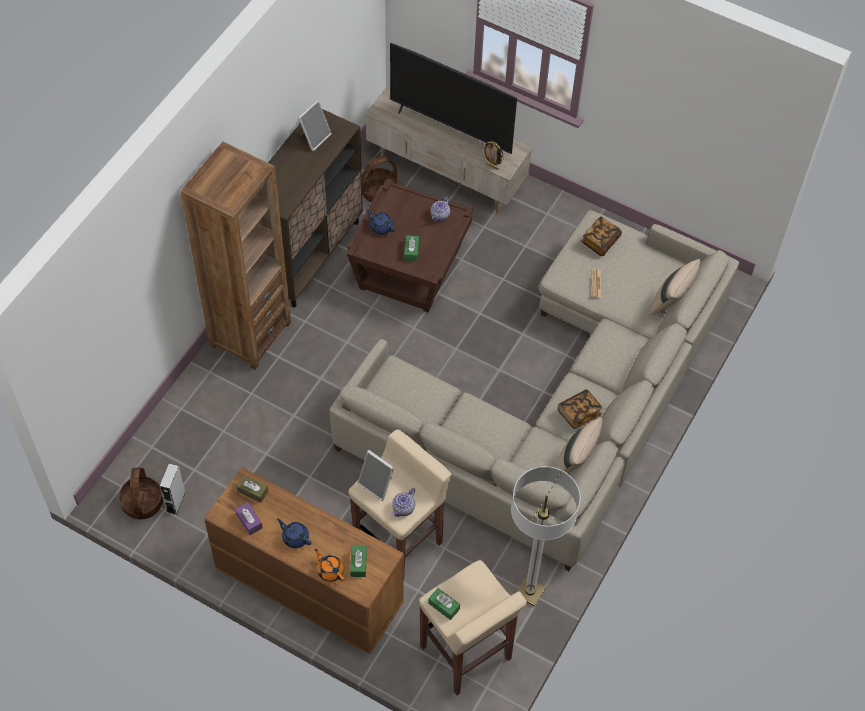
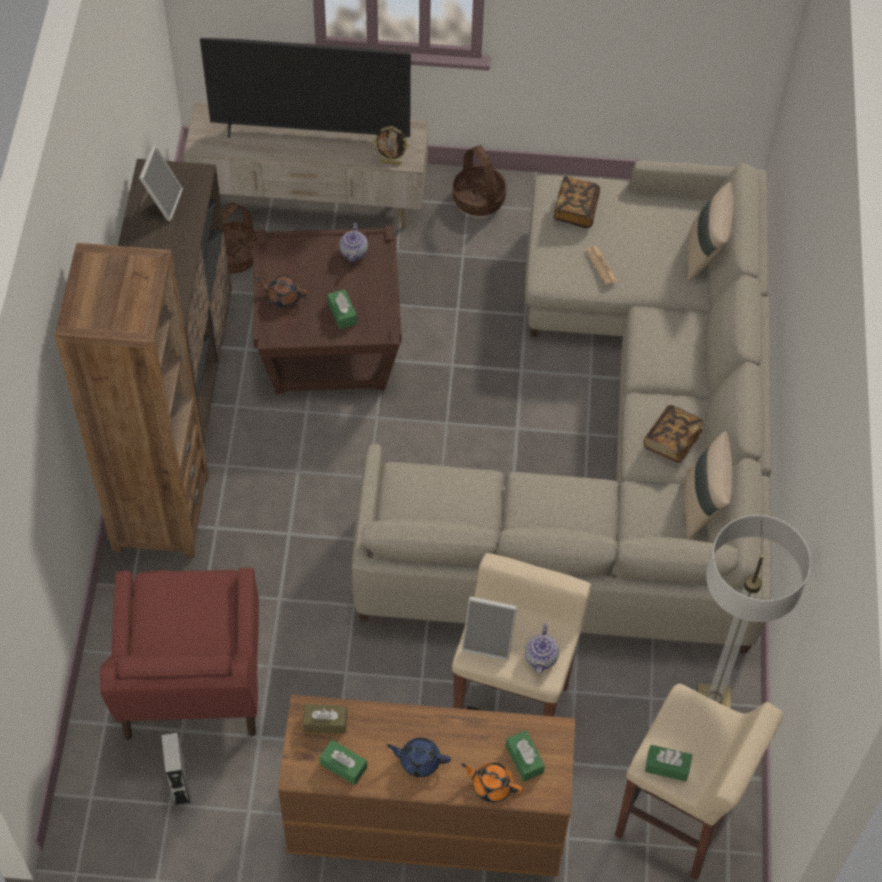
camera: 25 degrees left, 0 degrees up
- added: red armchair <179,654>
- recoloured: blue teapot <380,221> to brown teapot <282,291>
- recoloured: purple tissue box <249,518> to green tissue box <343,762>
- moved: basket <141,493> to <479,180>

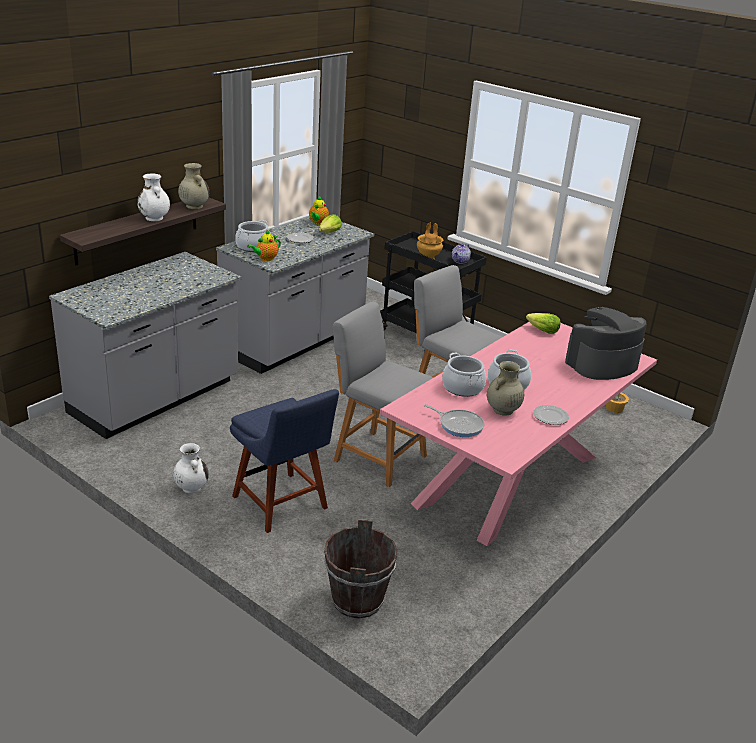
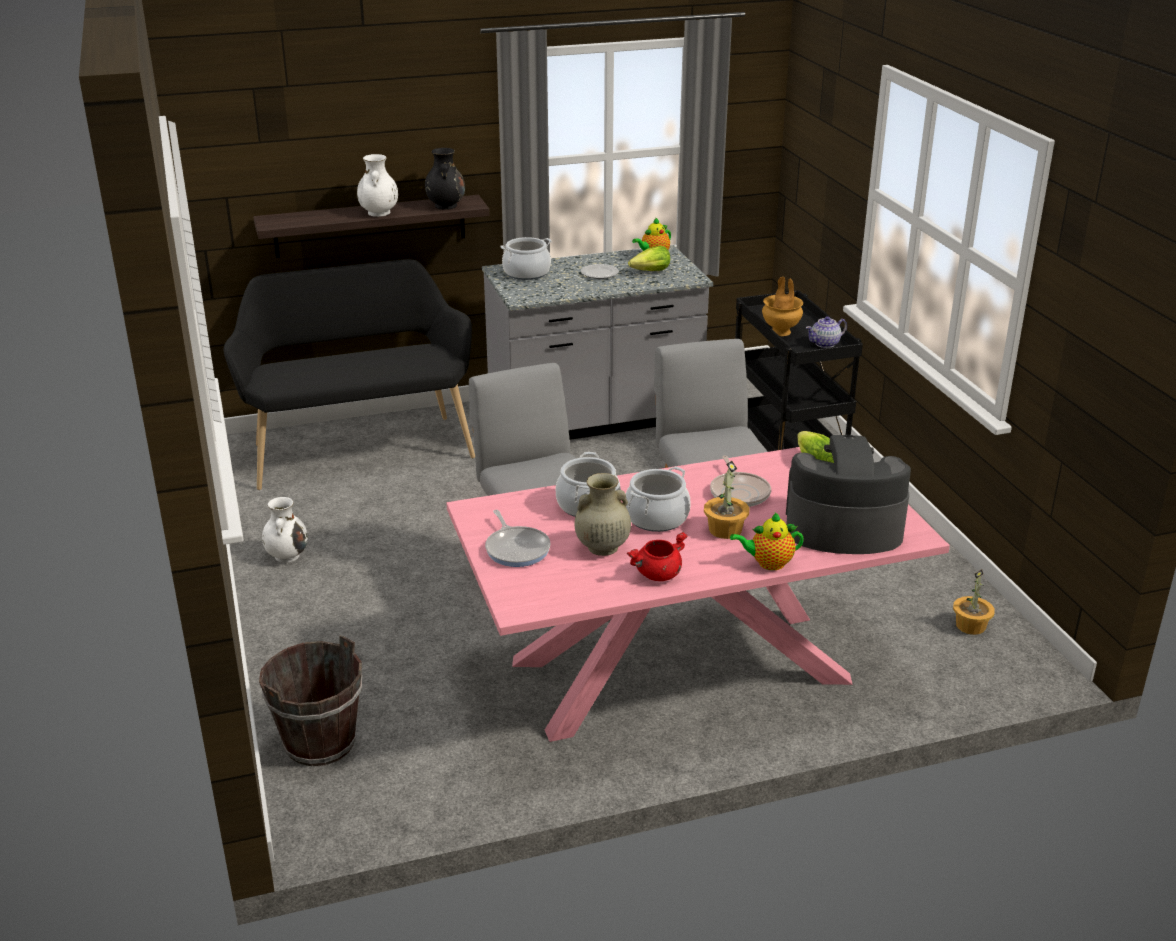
camera: 35 degrees right, 0 degrees up
- replaced: grey counter <145,345> to black bench <349,374>
- recoloured: beige vase <193,186> to black vase <445,179>
- replaced: plate <551,415> to red cooking pot <657,556>
- added: potted plant <727,500>
- added: frying pan <740,481>
- moved: teapot <264,245> to <767,541>
- removed: blue chair <284,461>

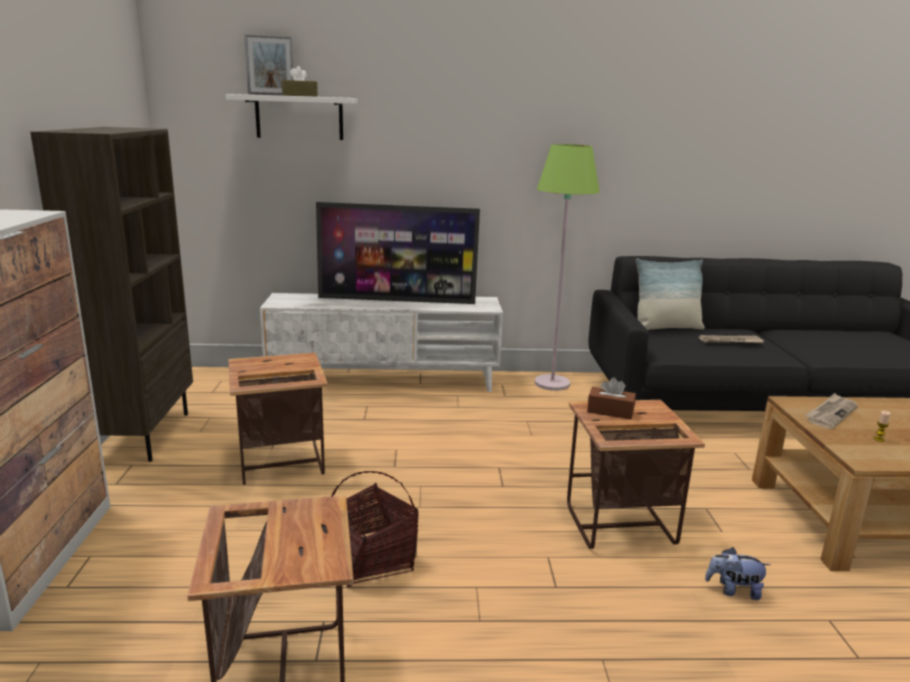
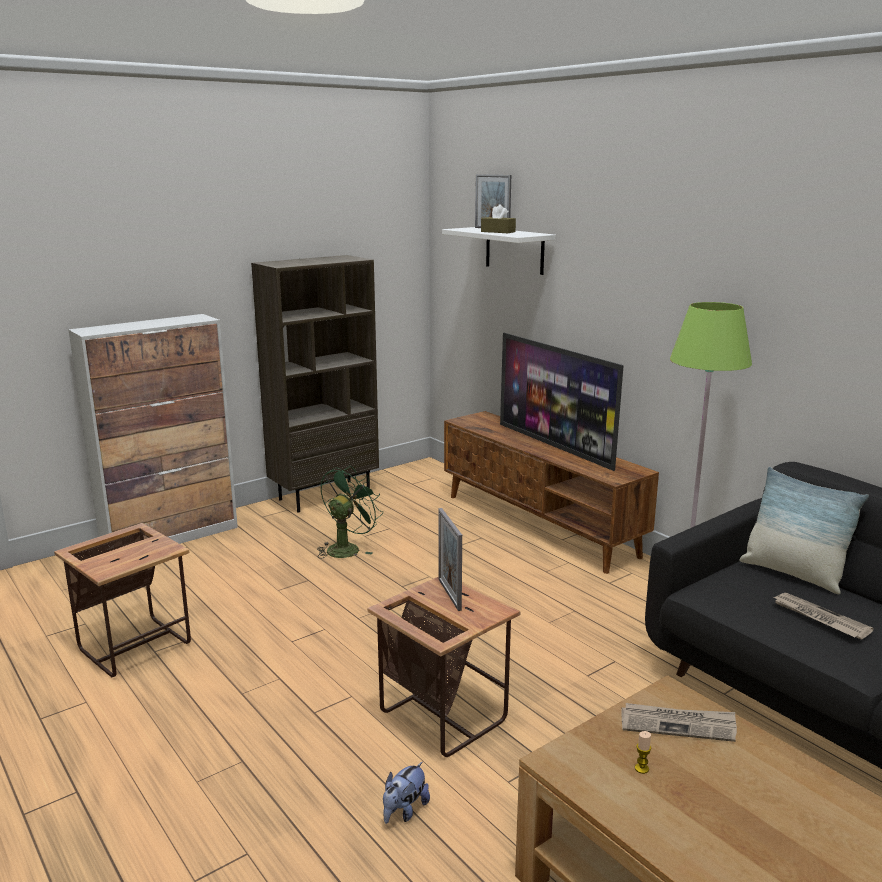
camera: 55 degrees right, 0 degrees up
- replaced: side table <278,418> to green fan <350,512>
- turned: plush toy <737,573> = <406,793> 120 degrees counterclockwise
- replaced: brown tissue box <611,398> to picture frame <450,559>
- recoloured: white tv stand <381,342> to brown tv stand <551,492>
- removed: basket <375,529>

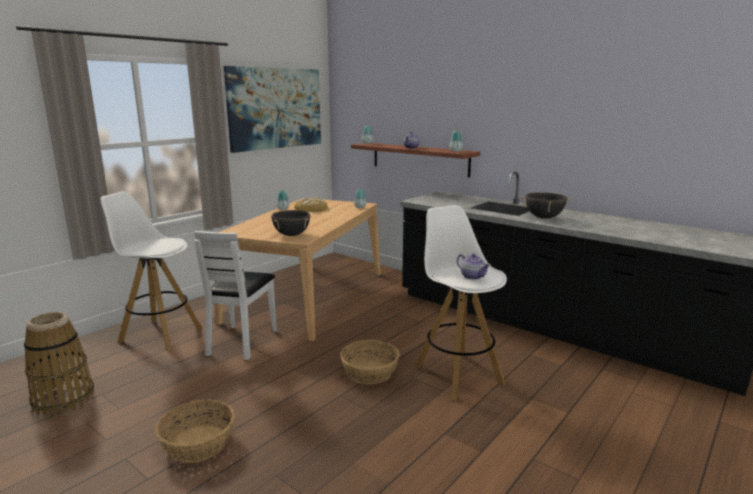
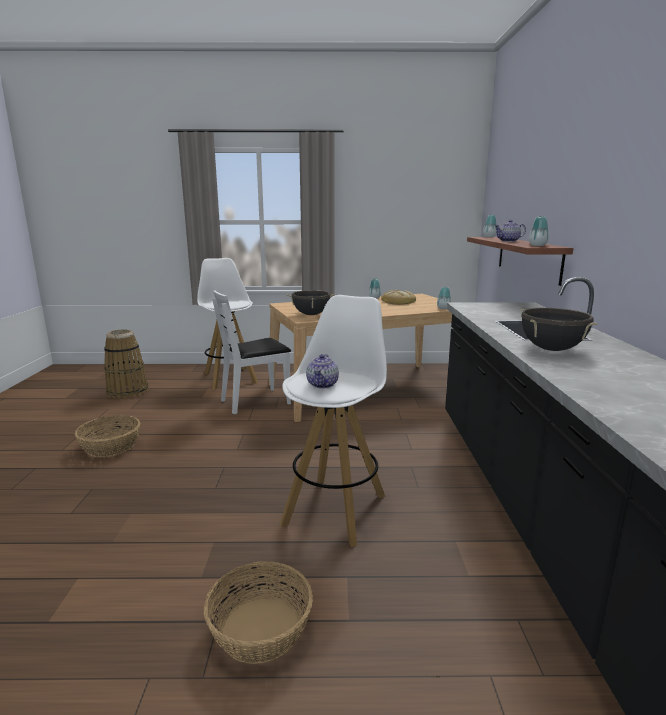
camera: 50 degrees right, 0 degrees up
- moved: basket <370,362> to <258,612>
- removed: picture <272,109>

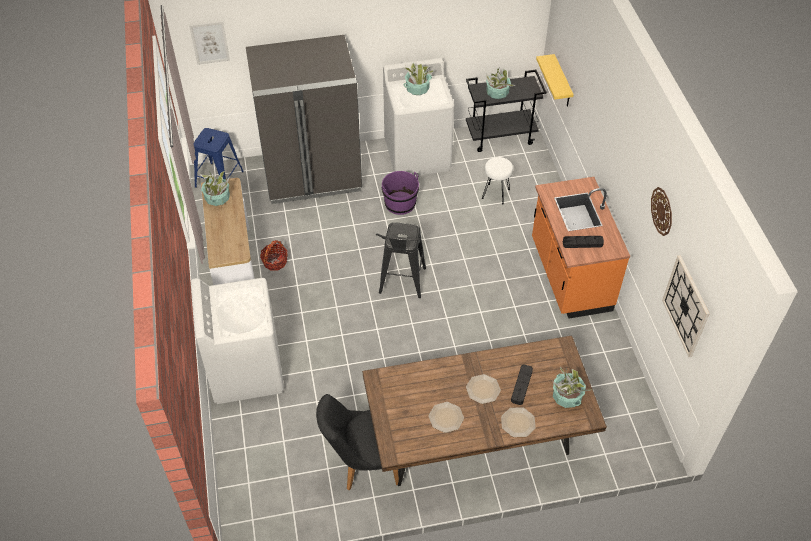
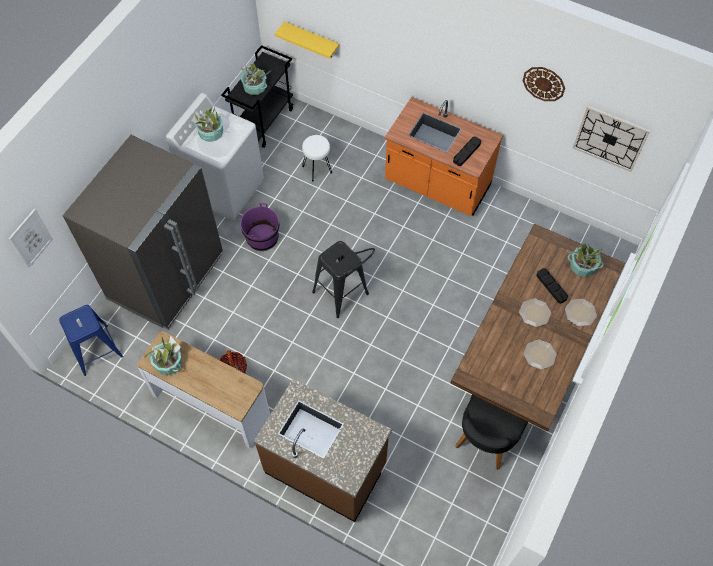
camera: 50 degrees left, 10 degrees up
- replaced: white washing machine <237,341> to brown counter <323,450>

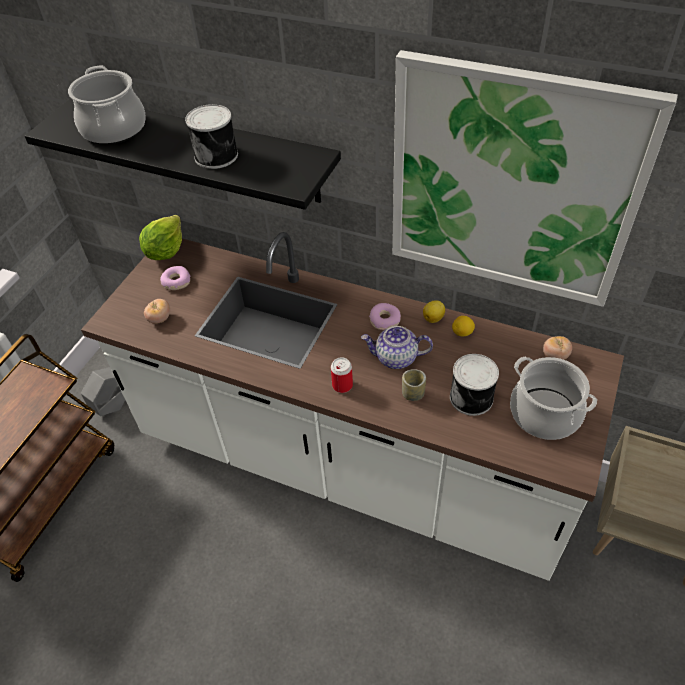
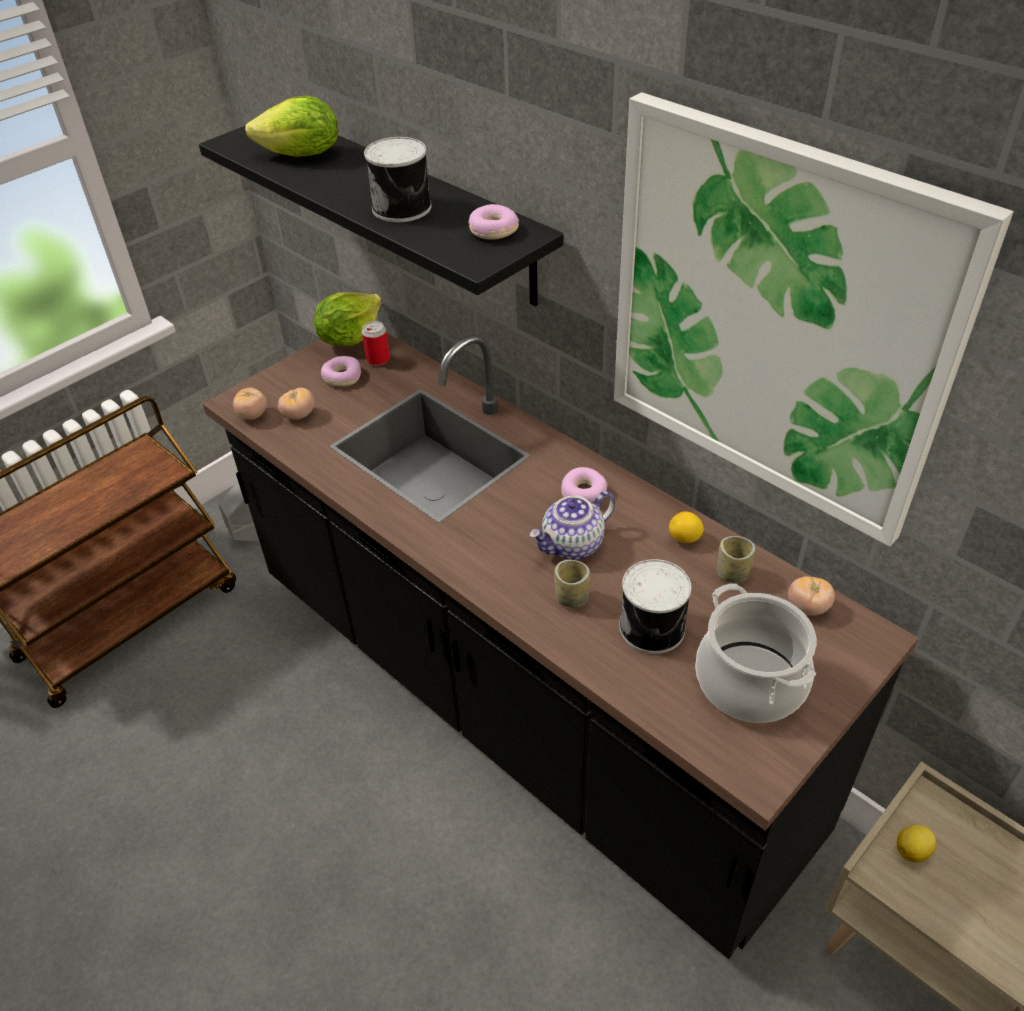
camera: 20 degrees right, 5 degrees down
- recoloured: white counter <352,406> to black counter <561,645>
- added: tomato <250,404>
- replaced: cooking pot <107,105> to lettuce <291,126>
- moved: can <342,375> to <376,343>
- added: donut <494,222>
- turned: teapot <397,347> = <572,525> 60 degrees counterclockwise
- added: cup <736,559>
- moved: lemon <434,311> to <916,844>

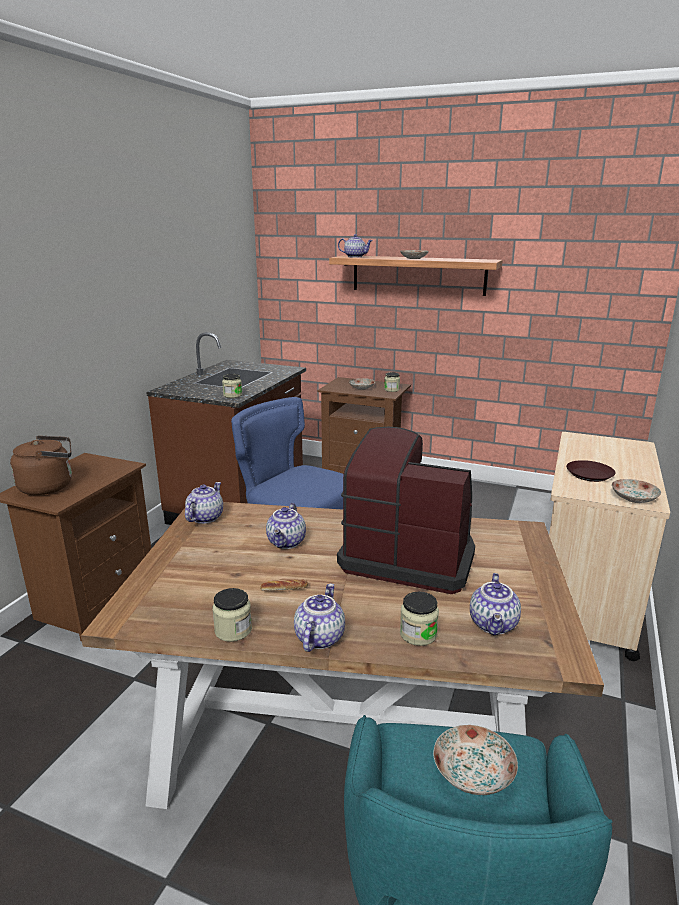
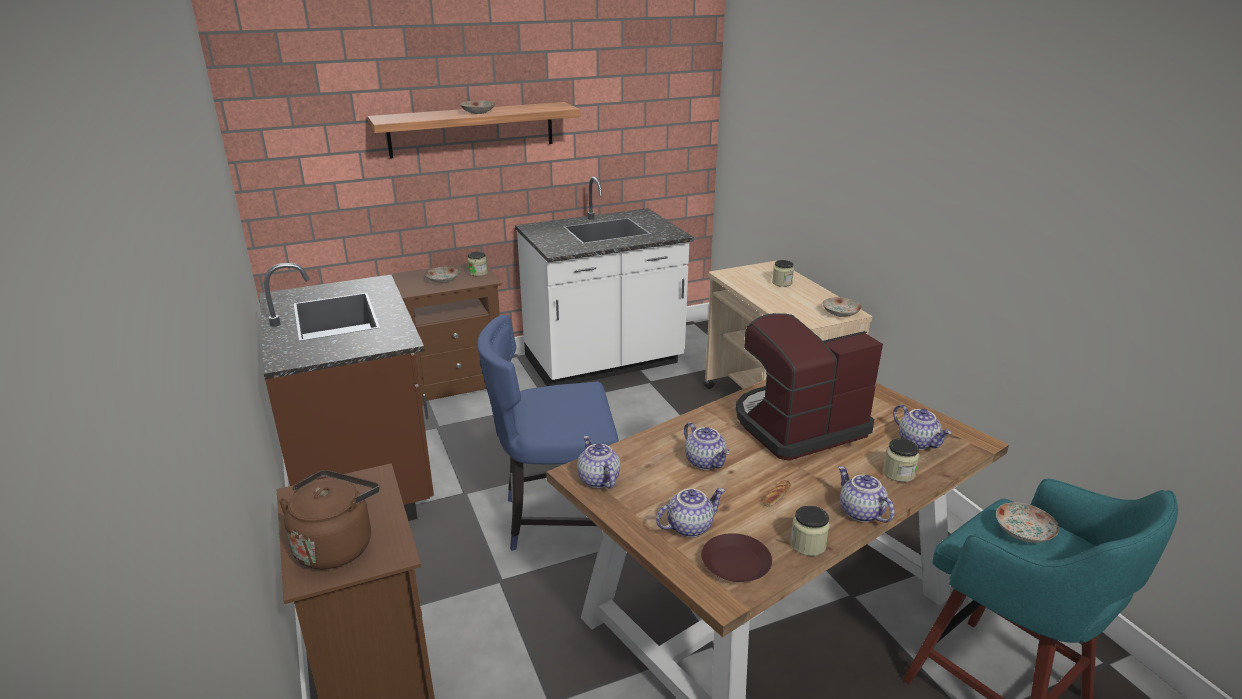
camera: 45 degrees left, 5 degrees up
- added: white counter <604,281>
- moved: teapot <355,245> to <690,512>
- moved: brown plate <591,471> to <736,557>
- moved: jar <232,386> to <783,273>

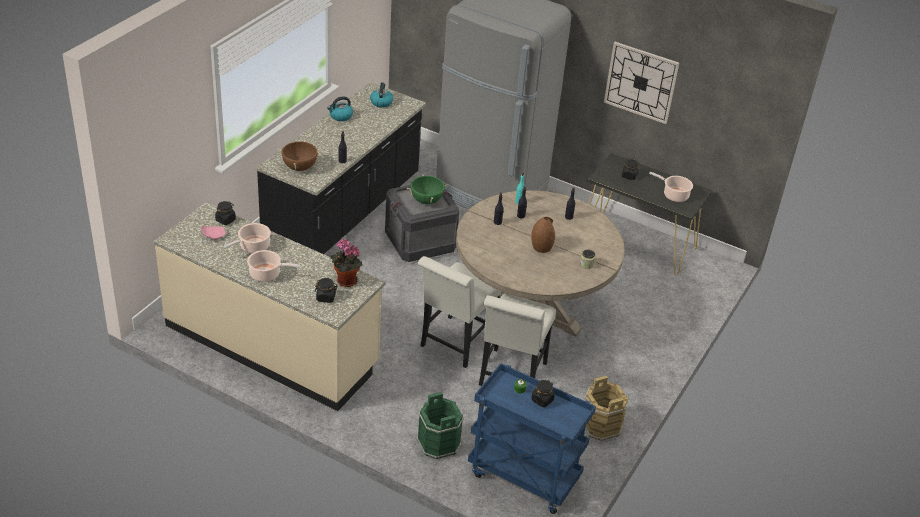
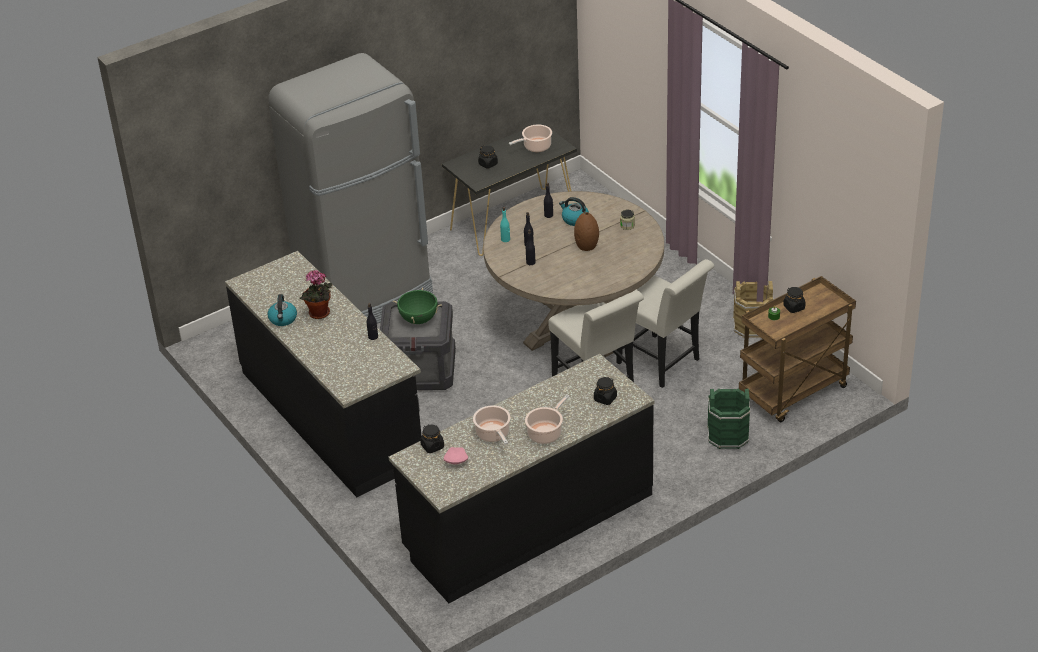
camera: 60 degrees left, 0 degrees up
- moved: potted plant <346,263> to <315,294>
- recoloured: beige counter <269,307> to black counter <521,478>
- moved: kettle <381,95> to <574,211>
- recoloured: blue cart <532,438> to brown cart <797,349>
- removed: brown cooking pot <299,155>
- removed: wall clock <641,83>

